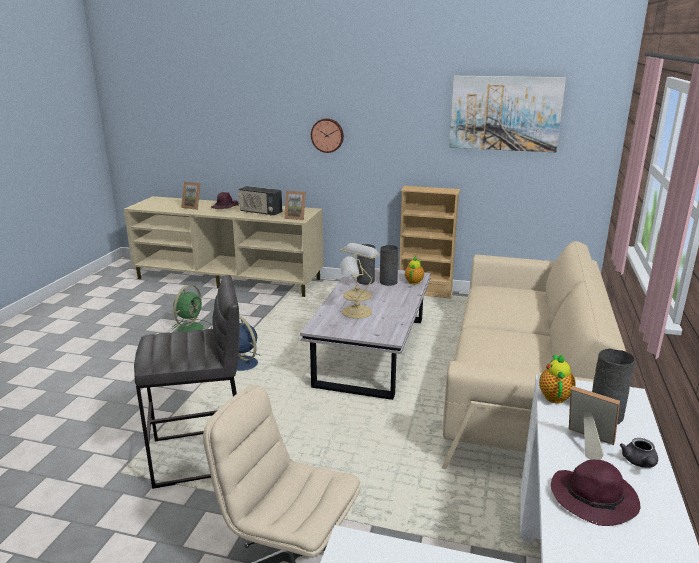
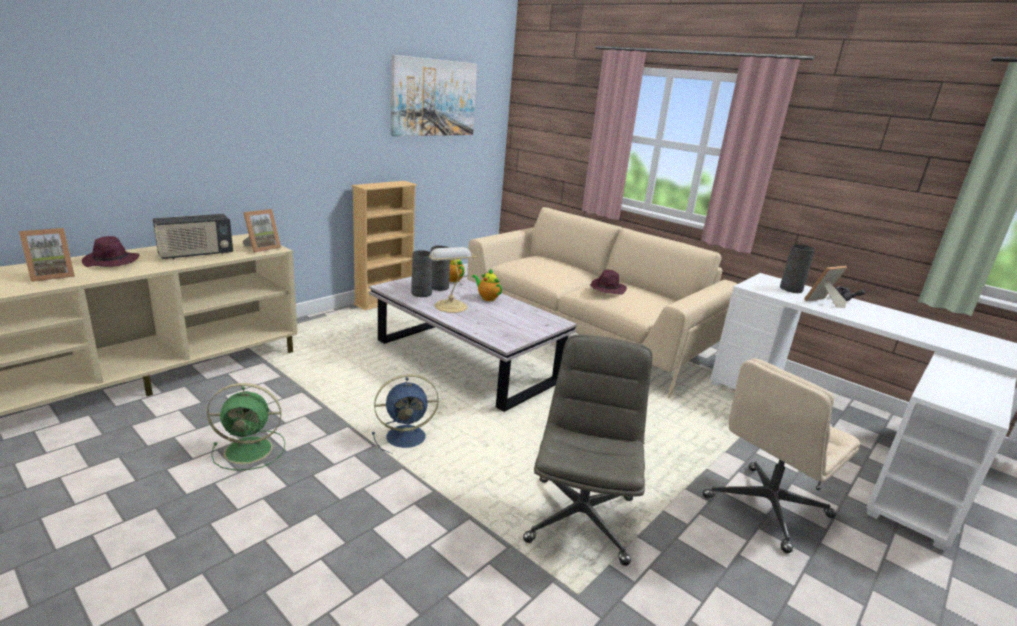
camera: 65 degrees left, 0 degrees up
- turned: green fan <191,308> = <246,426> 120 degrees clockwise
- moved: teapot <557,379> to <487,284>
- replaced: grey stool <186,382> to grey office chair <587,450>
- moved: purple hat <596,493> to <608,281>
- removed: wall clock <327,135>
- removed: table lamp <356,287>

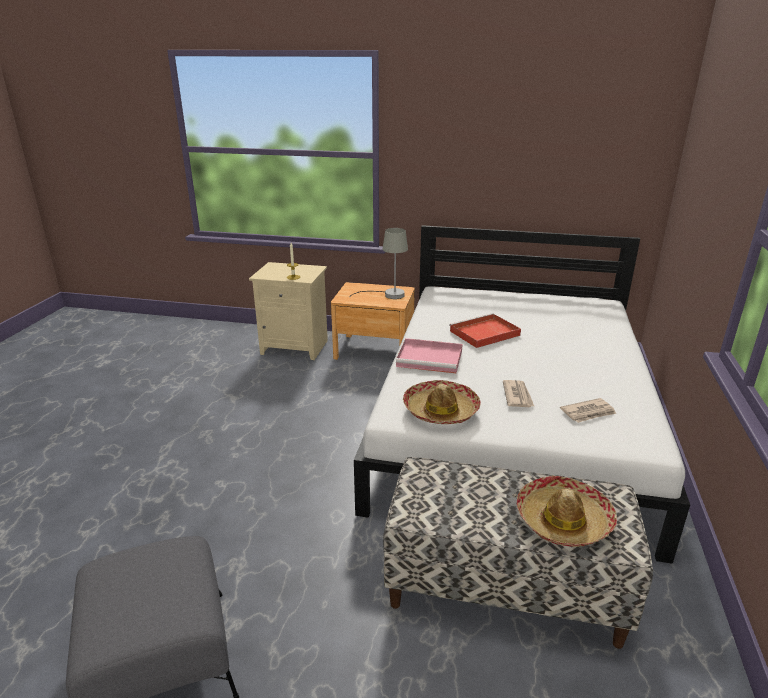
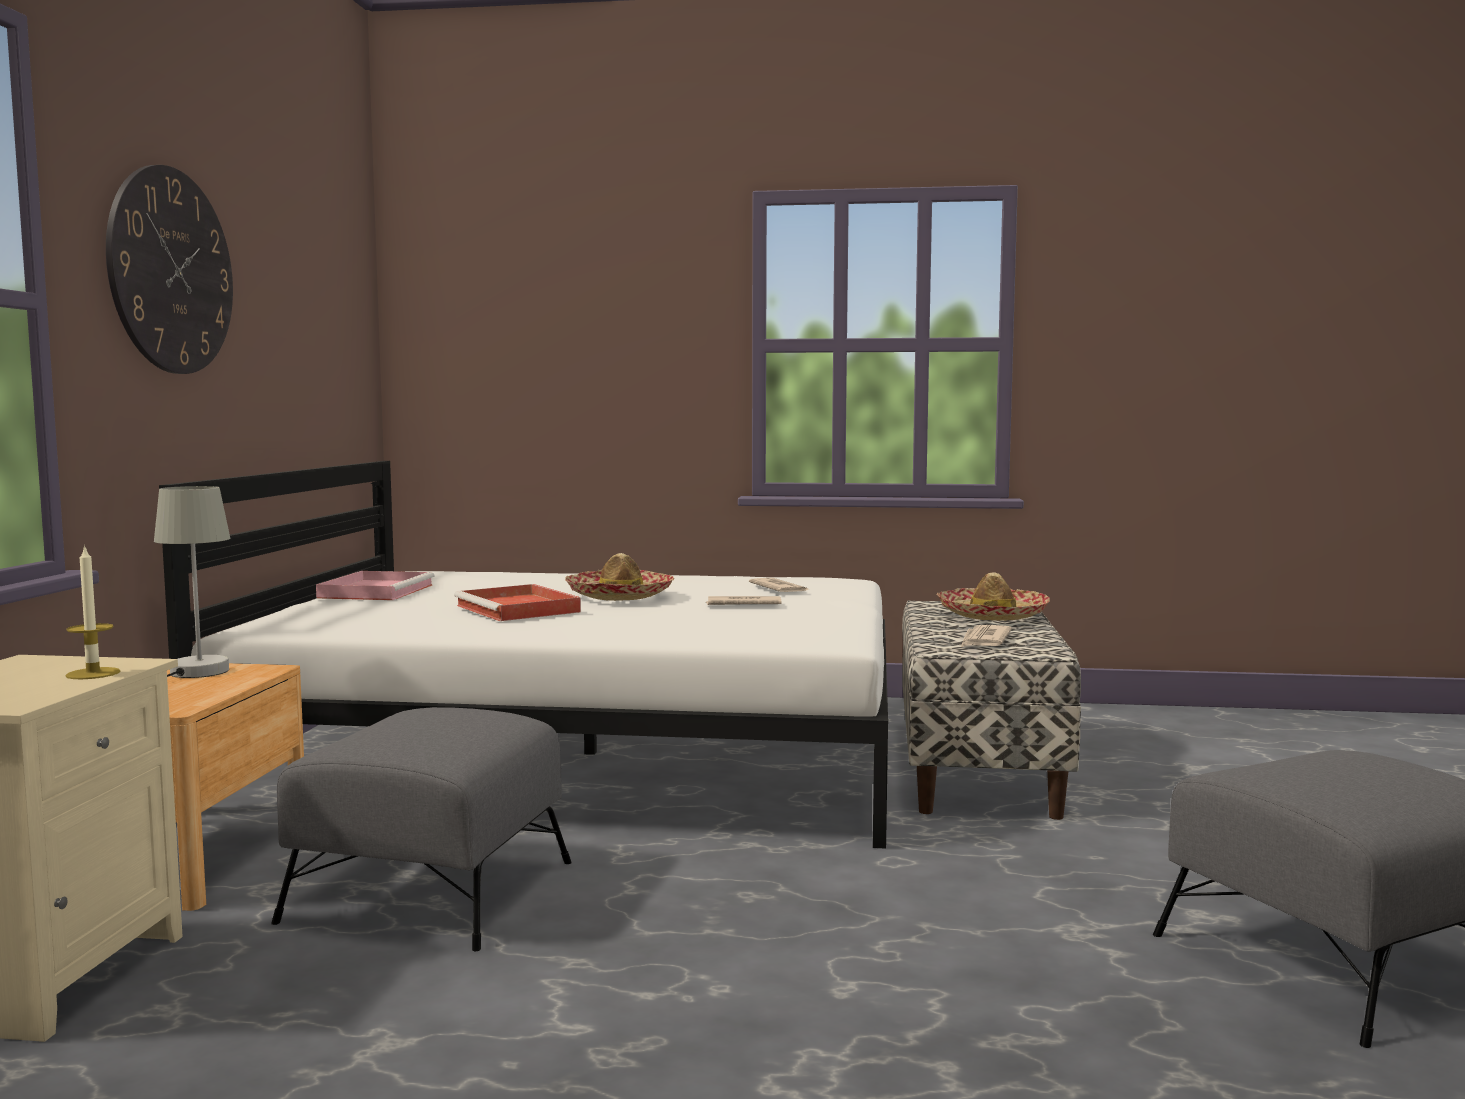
camera: 95 degrees left, 20 degrees down
- added: wall clock <169,269>
- added: grey ottoman <421,829>
- moved: pink tray <429,355> to <375,585>
- moved: hat <442,402> to <619,577>
- added: newspaper <986,636>

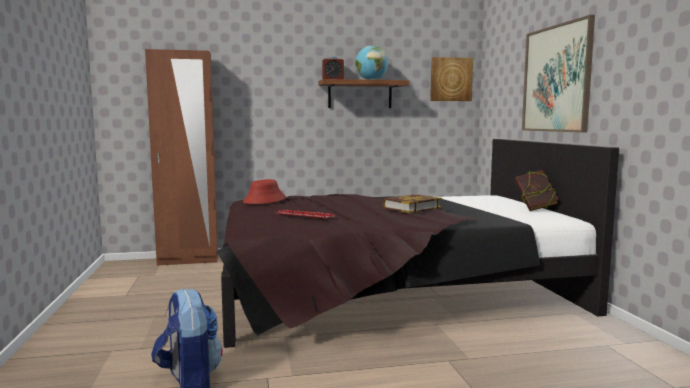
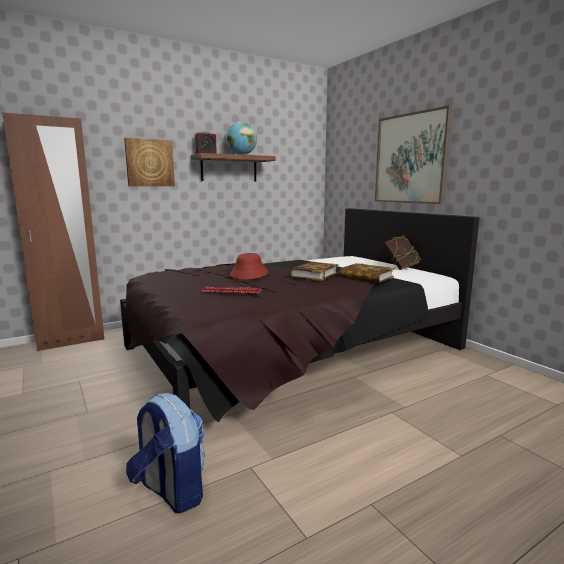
camera: 20 degrees left, 5 degrees up
- moved: picture <451,79> to <149,162>
- moved: red hat <264,191> to <249,266>
- added: book <367,273>

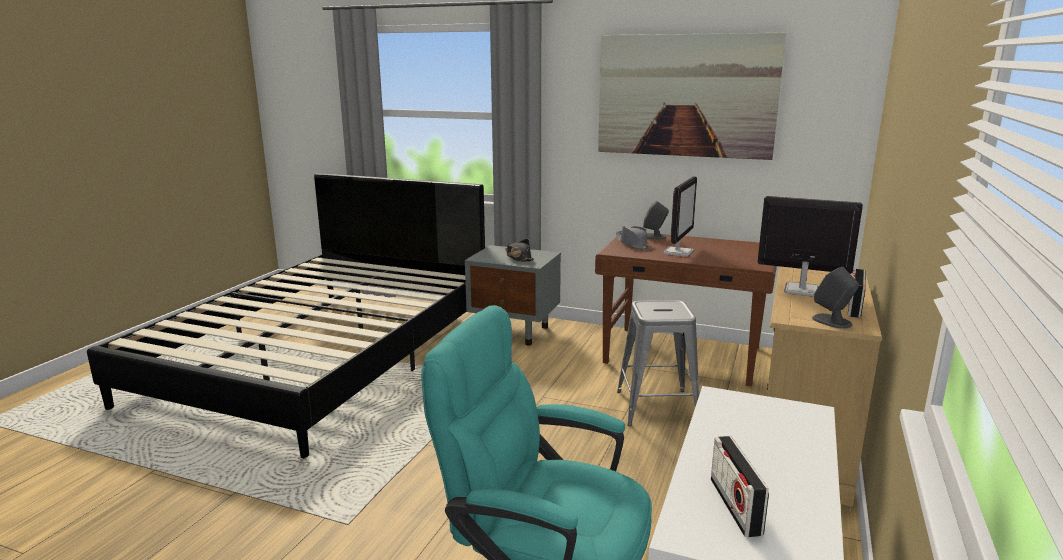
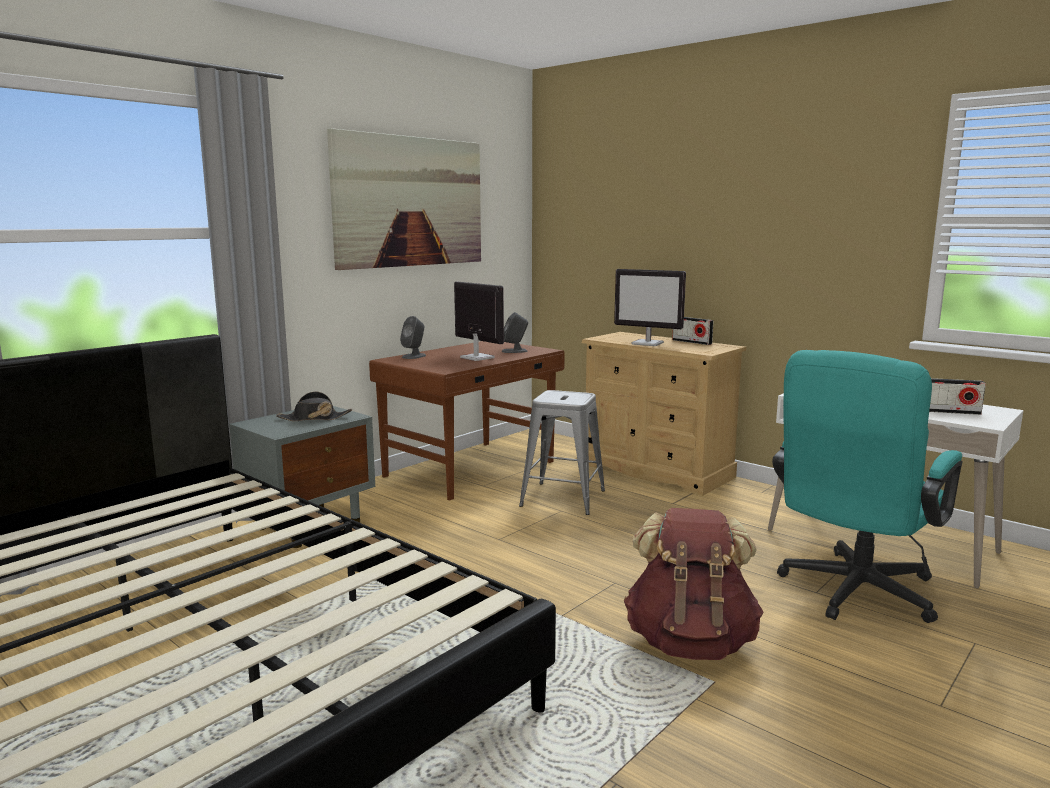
camera: 70 degrees left, 5 degrees down
- moved: grey speaker <835,298> to <515,332>
- turned: monitor <810,246> = <650,307> 105 degrees counterclockwise
- added: brown backpack <694,584>
- removed: grey hat <634,237>

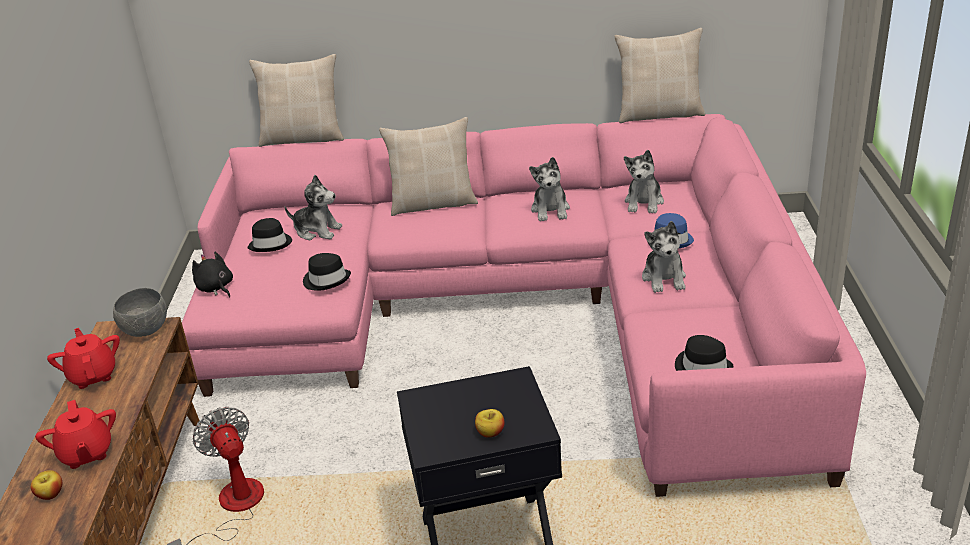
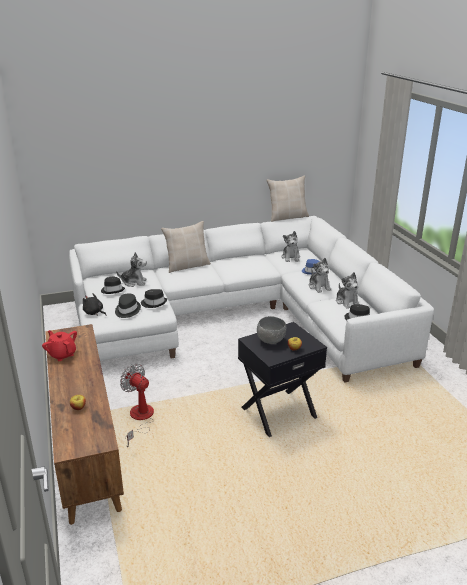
camera: 20 degrees left, 5 degrees down
- recoloured: pink sofa <524,305> to white sofa <251,299>
- added: black hat <128,306>
- moved: grey bowl <140,312> to <271,330>
- moved: plush toy <549,189> to <347,290>
- removed: red teapot <75,434>
- removed: beige pillow <296,100>

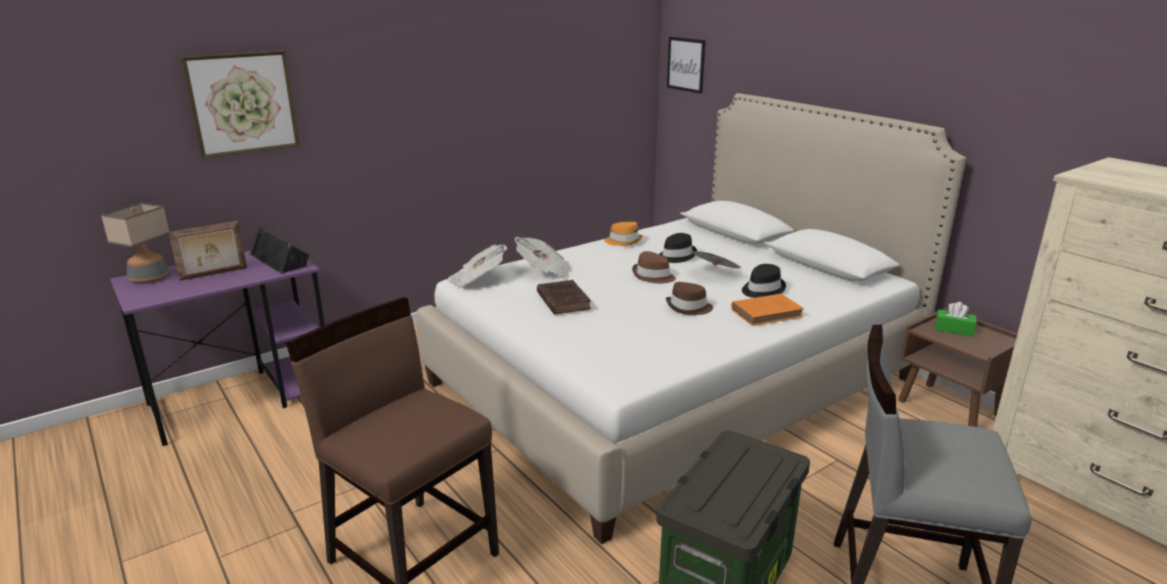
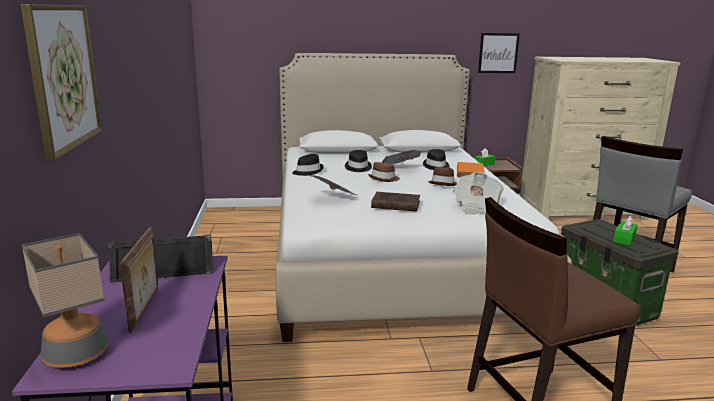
camera: 60 degrees left, 5 degrees down
- recoloured: orange hat <623,234> to black hat <308,165>
- moved: newspaper <477,266> to <478,193>
- moved: picture <686,65> to <499,53>
- added: green tissue box <625,230>

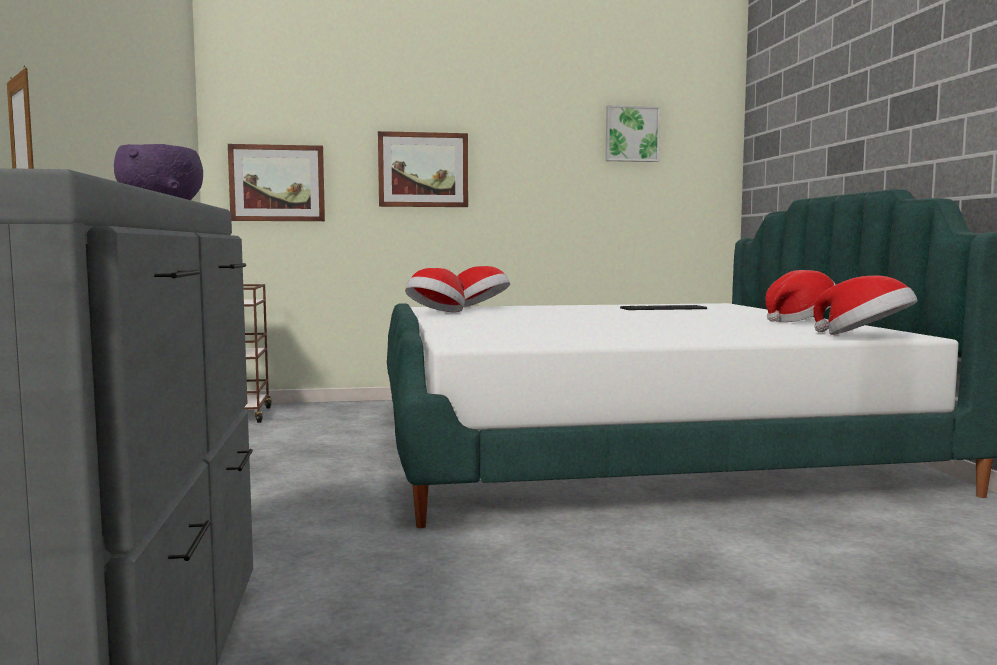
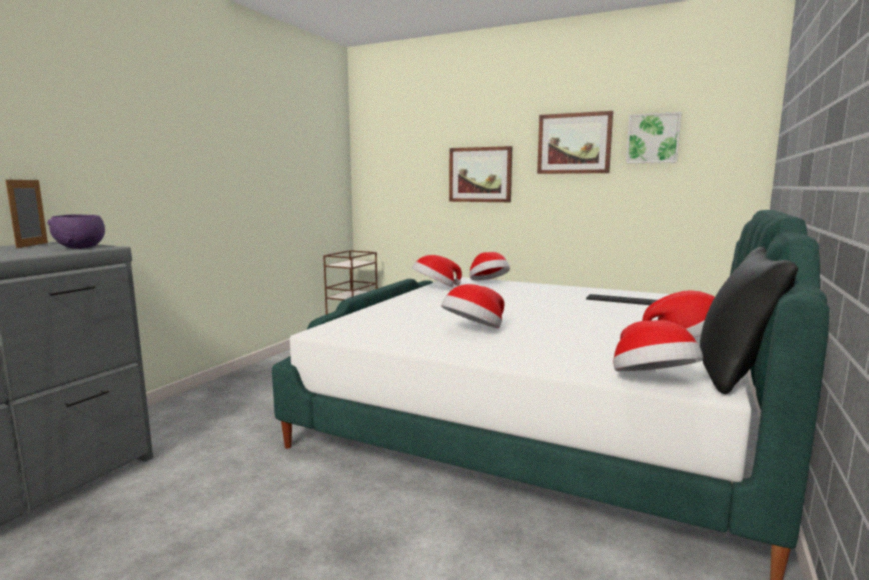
camera: 35 degrees right, 5 degrees up
- added: hat <472,306>
- moved: picture <276,182> to <575,142>
- added: black pillow <749,320>

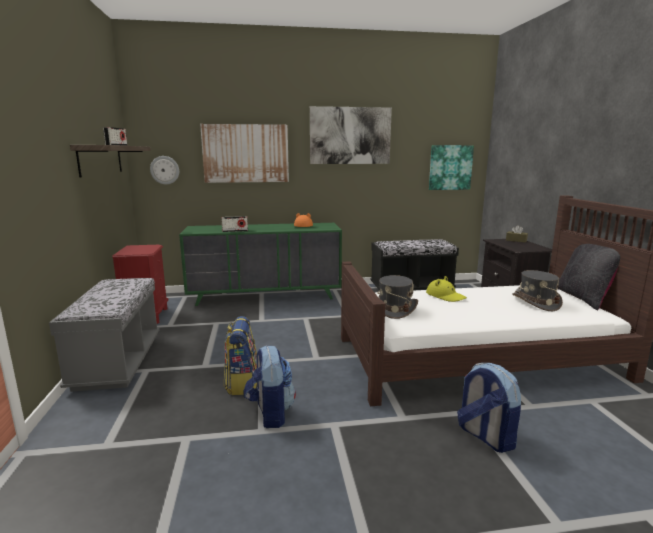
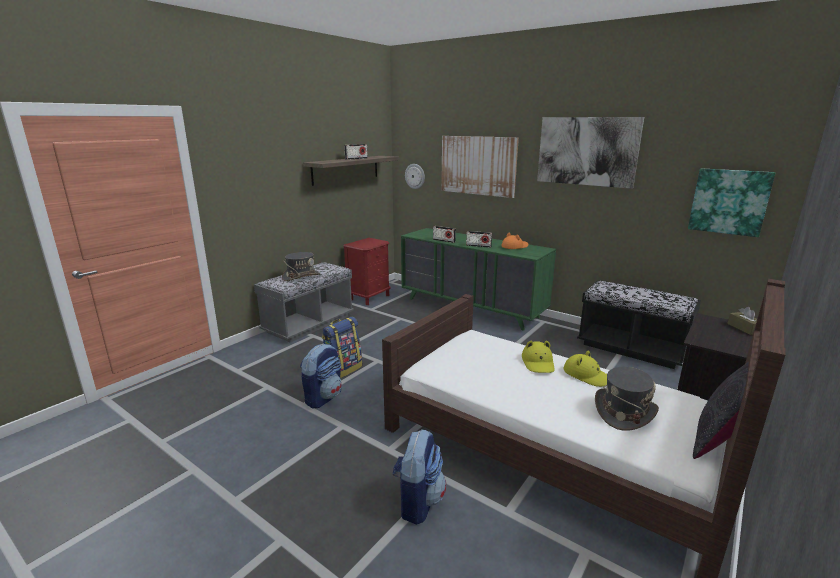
camera: 45 degrees right, 5 degrees up
- moved: grey hat <397,297> to <301,266>
- added: radio <479,239>
- added: yellow hat <585,369>

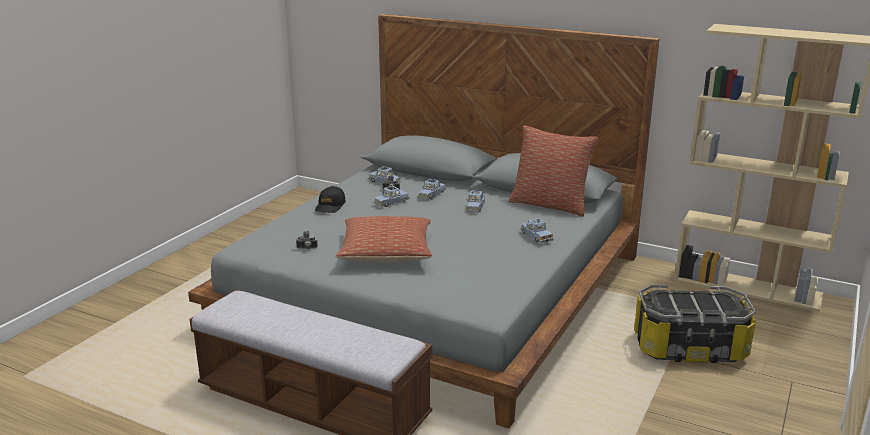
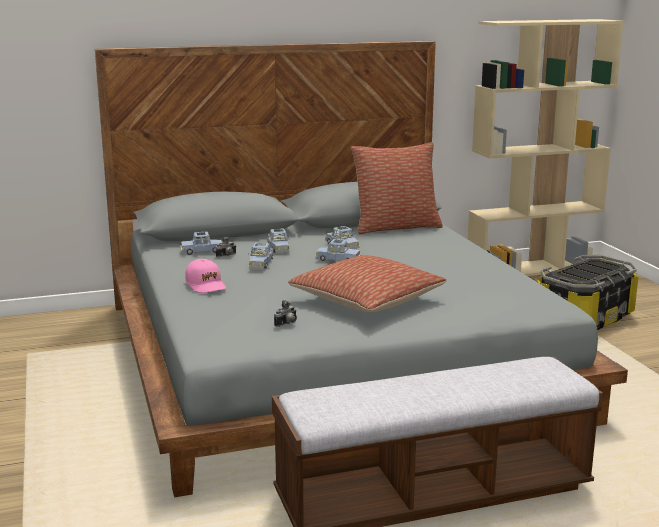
camera: 45 degrees left, 5 degrees down
- recoloured: black cap <330,199> to pink cap <205,276>
- moved: blue toy car <537,230> to <338,250>

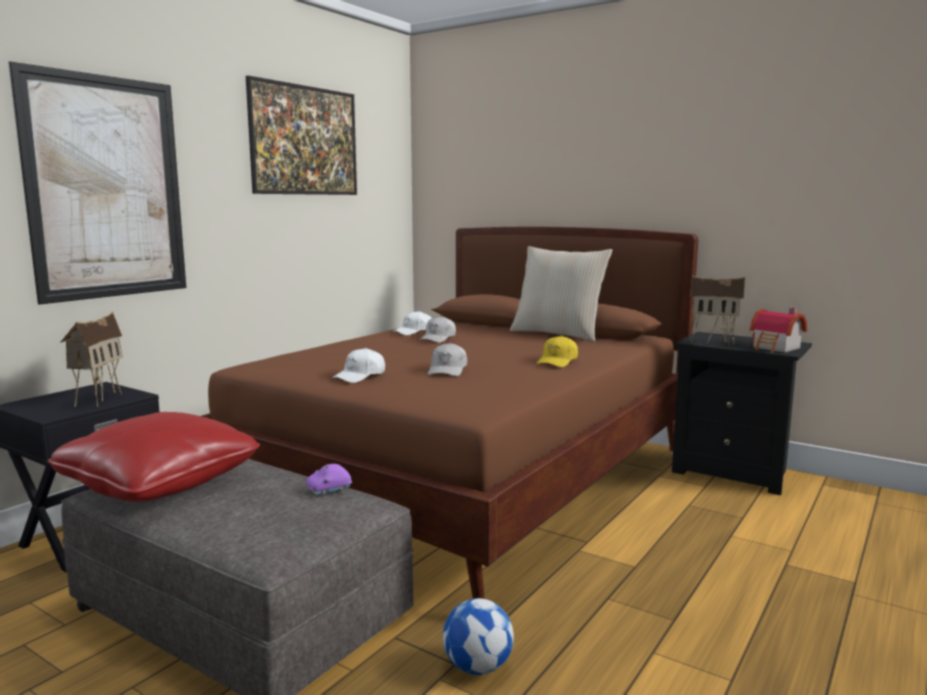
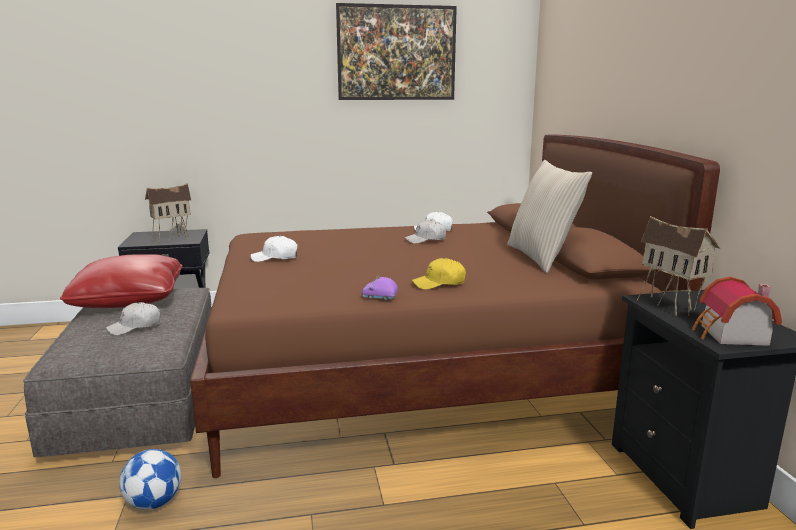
camera: 45 degrees right, 5 degrees up
- moved: white cap <447,359> to <133,318>
- moved: purple toy car <329,479> to <380,288>
- removed: picture <97,183>

